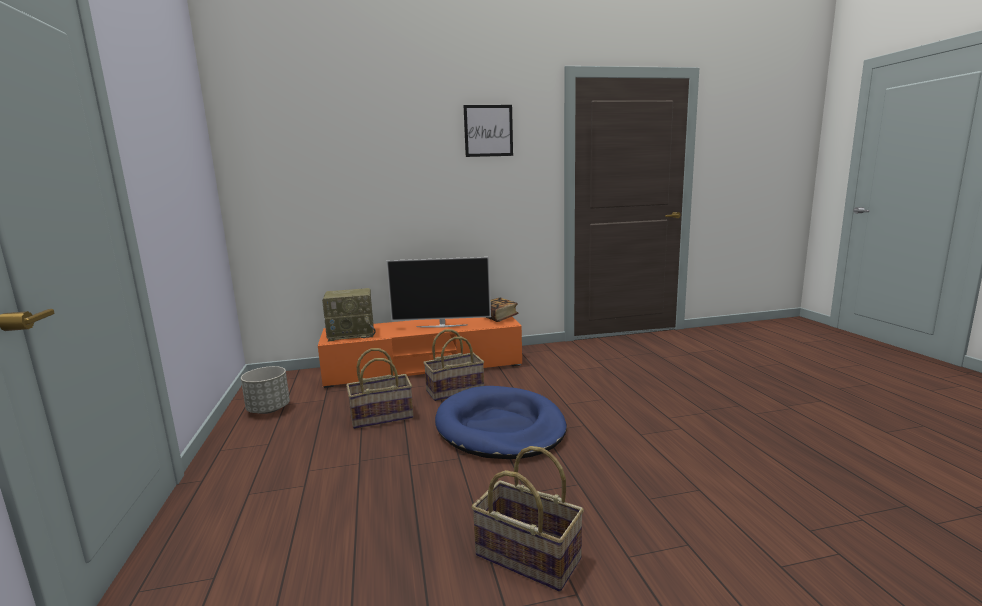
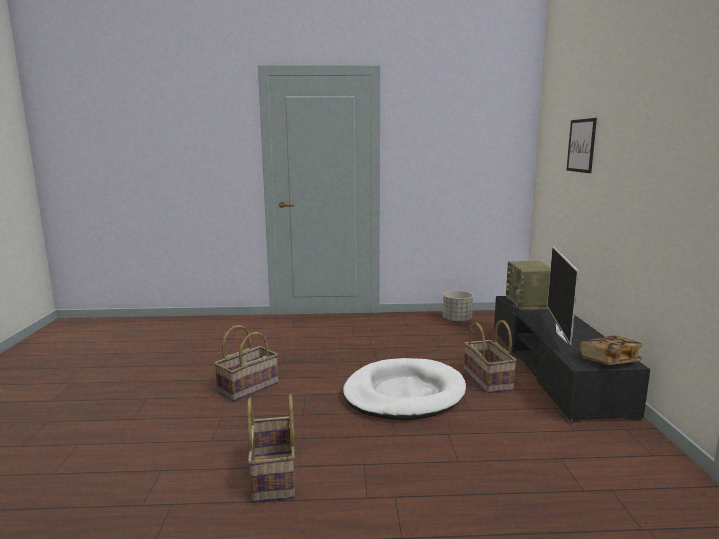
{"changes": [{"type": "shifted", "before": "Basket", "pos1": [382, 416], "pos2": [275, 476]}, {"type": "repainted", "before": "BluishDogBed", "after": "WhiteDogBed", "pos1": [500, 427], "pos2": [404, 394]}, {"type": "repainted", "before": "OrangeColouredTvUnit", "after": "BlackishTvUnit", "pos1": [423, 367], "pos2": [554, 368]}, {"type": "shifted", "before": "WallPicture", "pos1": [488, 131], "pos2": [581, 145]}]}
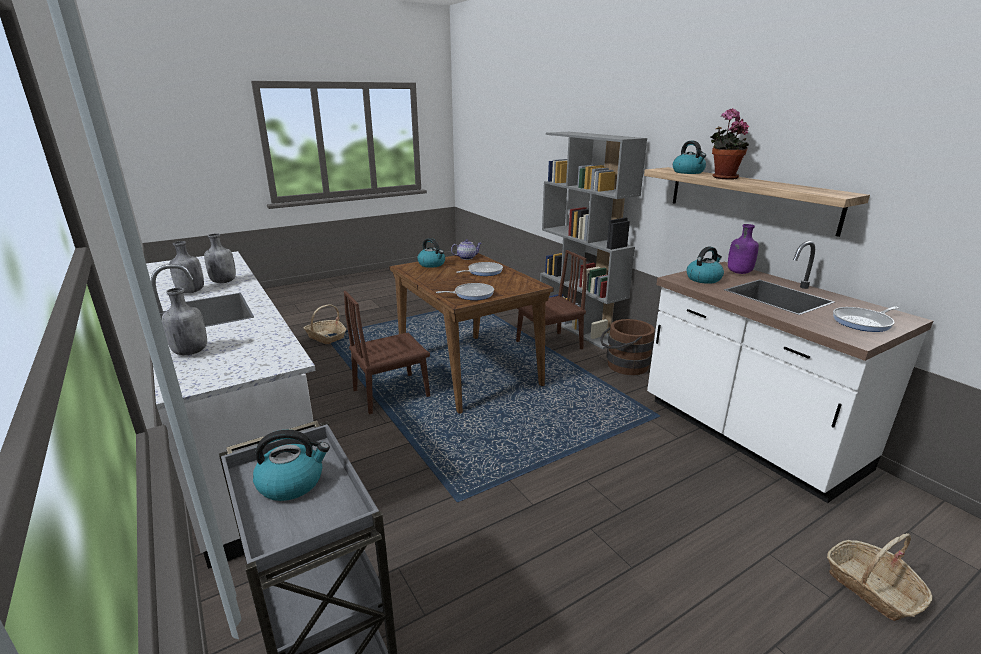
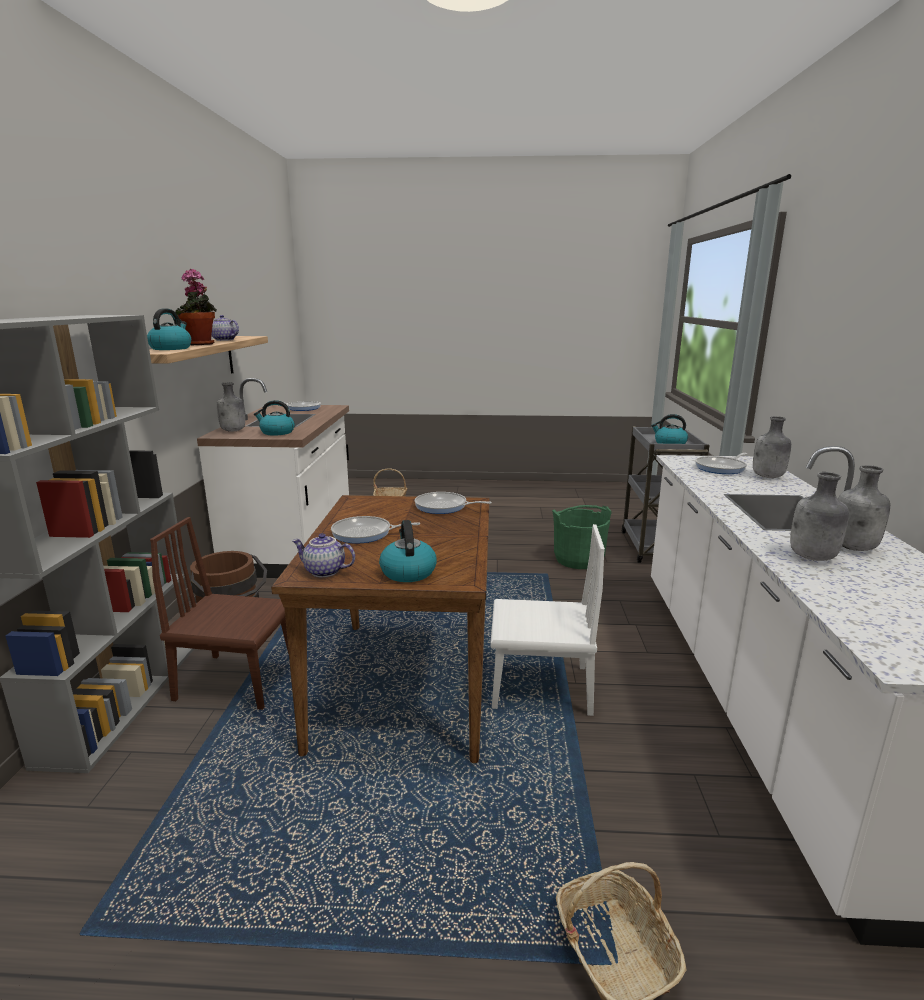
{"changes": [{"type": "new", "after": "TeaPot", "pos2": [224, 340]}, {"type": "repainted", "before": "PurpleDrinkBottle", "after": "GrayDrinkBottle", "pos1": [738, 272], "pos2": [233, 431]}, {"type": "repainted", "before": "BrownishChair", "after": "WhiteChair", "pos1": [391, 393], "pos2": [540, 687]}, {"type": "new", "after": "GreenPail", "pos2": [578, 559]}, {"type": "new", "after": "Pan", "pos2": [722, 468]}]}
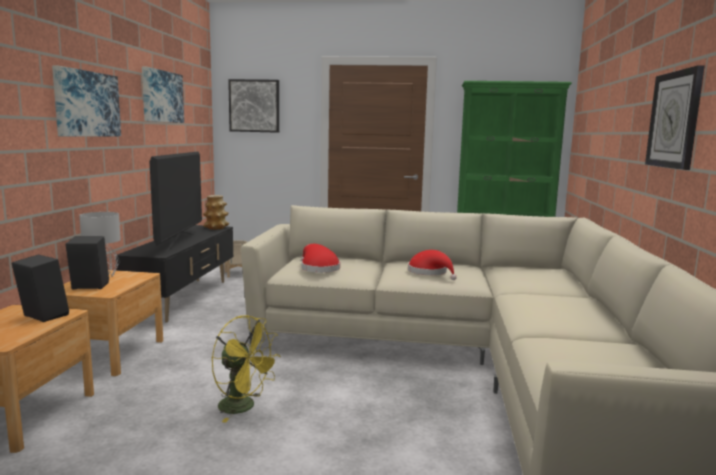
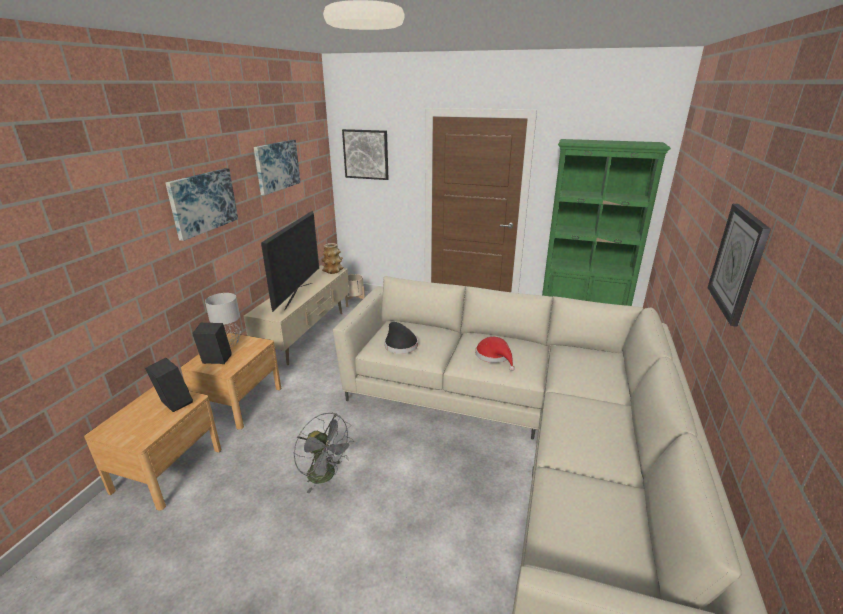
{"changes": [{"type": "repainted", "before": "BlackishTvUnit", "after": "BeigeColouredTvUnit", "pos1": [185, 299], "pos2": [307, 335]}, {"type": "repainted", "before": "YellowFan", "after": "GrayFan", "pos1": [244, 407], "pos2": [326, 476]}, {"type": "repainted", "before": "RedHat", "after": "BlackishHat", "pos1": [318, 268], "pos2": [399, 344]}]}
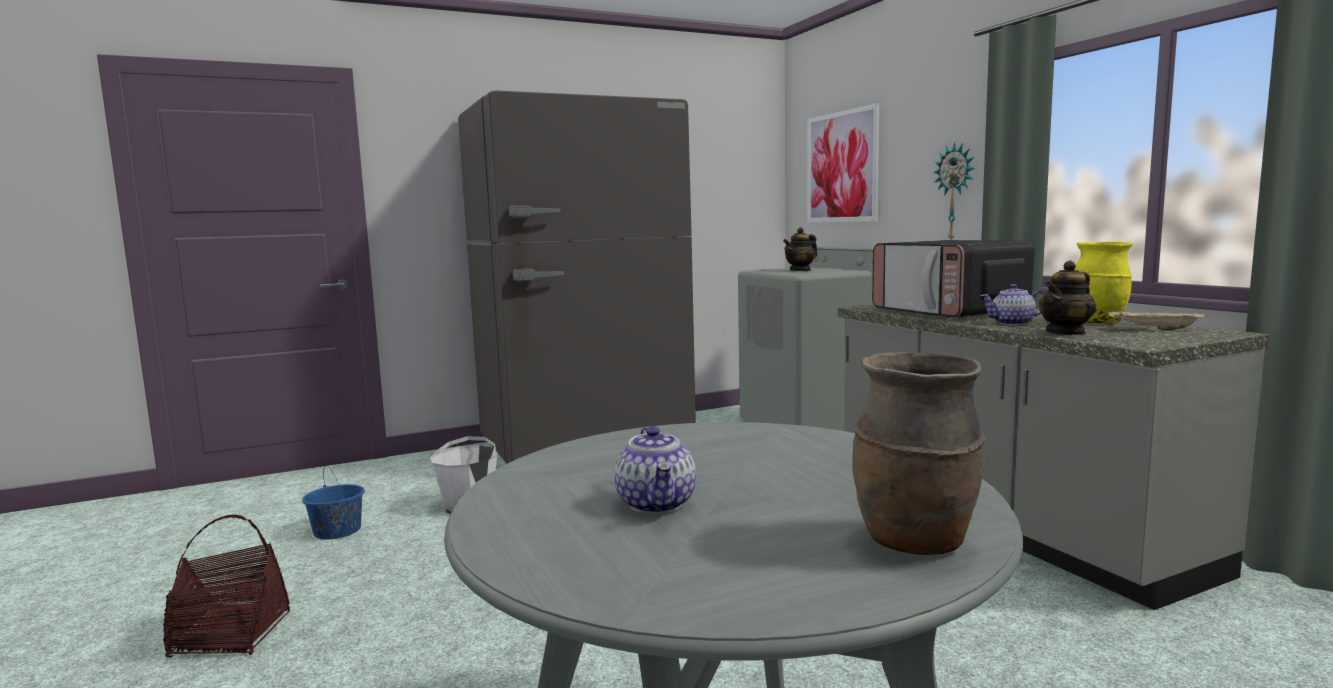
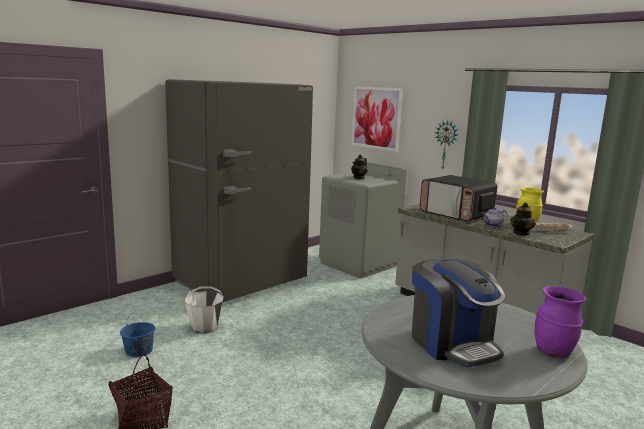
{"changes": [{"type": "swapped", "before": "TeaPot", "after": "CoffeeMachine", "pos1": [657, 504], "pos2": [452, 343]}, {"type": "repainted", "before": "BrownishDecorativeVase", "after": "PurpleDecorativeVase", "pos1": [916, 542], "pos2": [554, 352]}]}
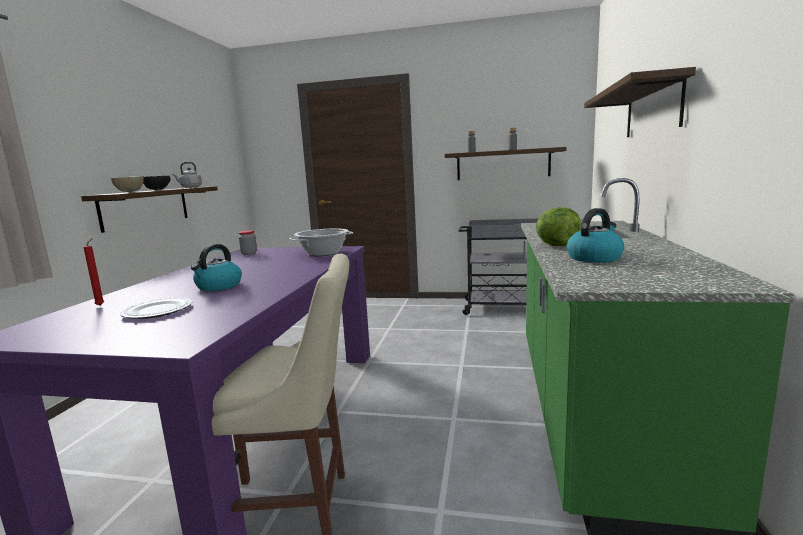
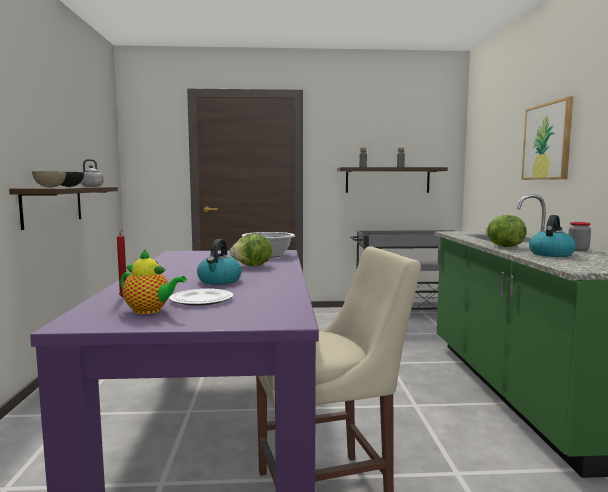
{"changes": [{"type": "new", "after": "TeaPot", "pos2": [150, 311]}, {"type": "new", "after": "HeadOfLettuce", "pos2": [252, 266]}, {"type": "swapped", "before": "BracketShelf", "after": "WallPicture", "pos1": [652, 109], "pos2": [547, 141]}, {"type": "shifted", "before": "Jar", "pos1": [249, 253], "pos2": [578, 250]}]}
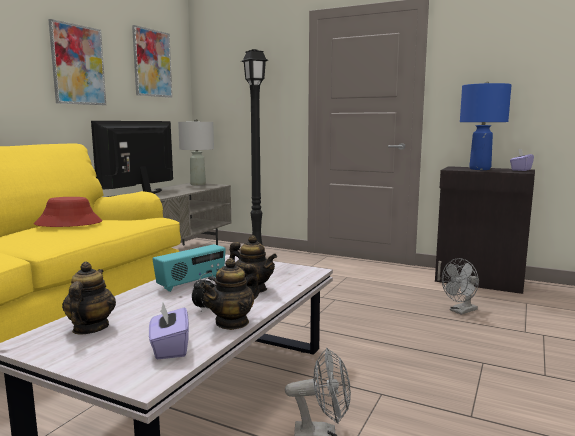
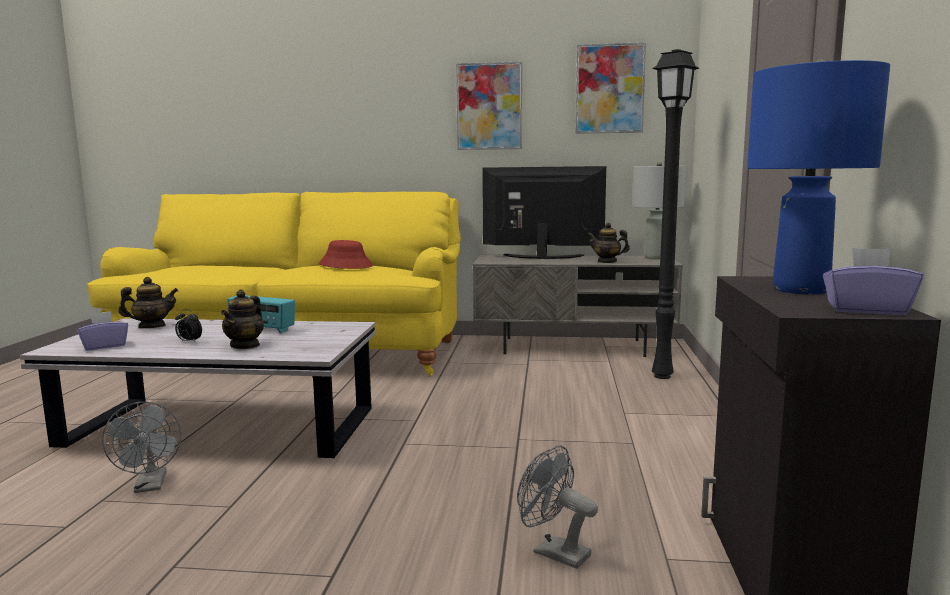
{"changes": [{"type": "shifted", "before": "TeaPot", "pos1": [232, 322], "pos2": [607, 261]}]}
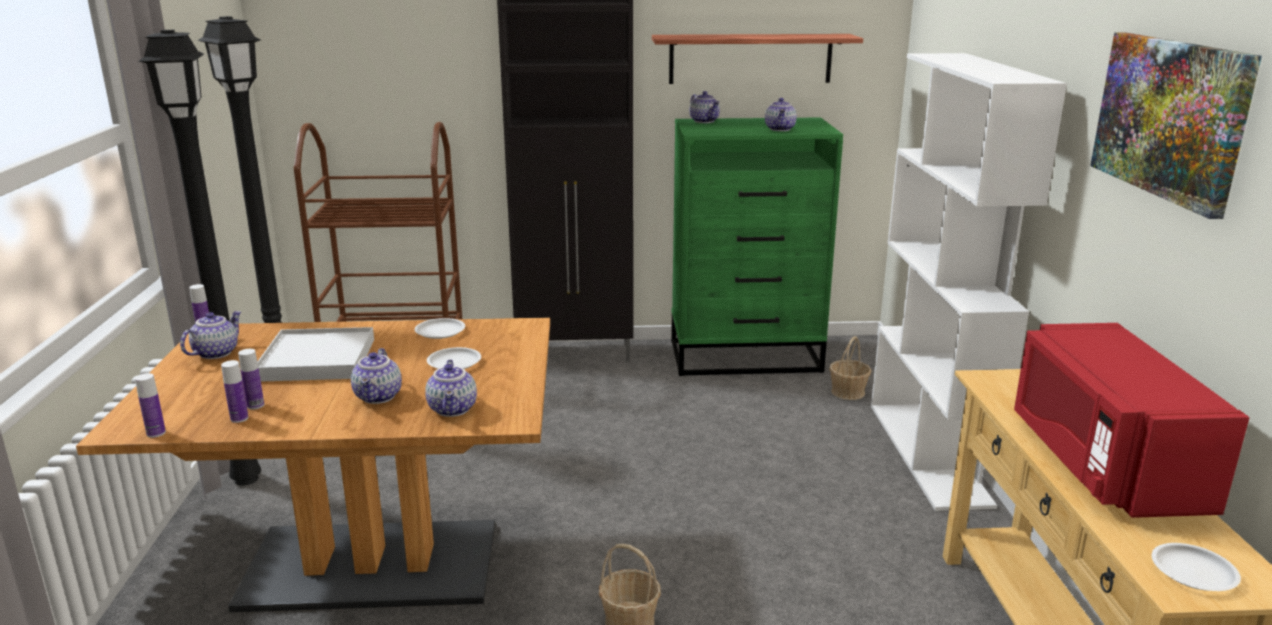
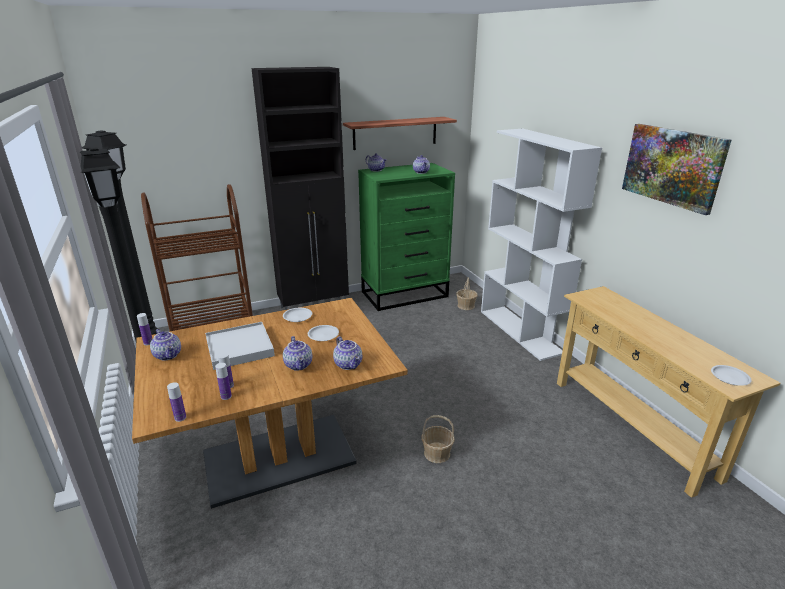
{"changes": [{"type": "rotated", "before": "TeaPot", "pos1": [215, 353], "pos2": [168, 355], "turn": 135}, {"type": "gone", "before": "RedMicrowaveOven", "pos1": [1103, 462]}]}
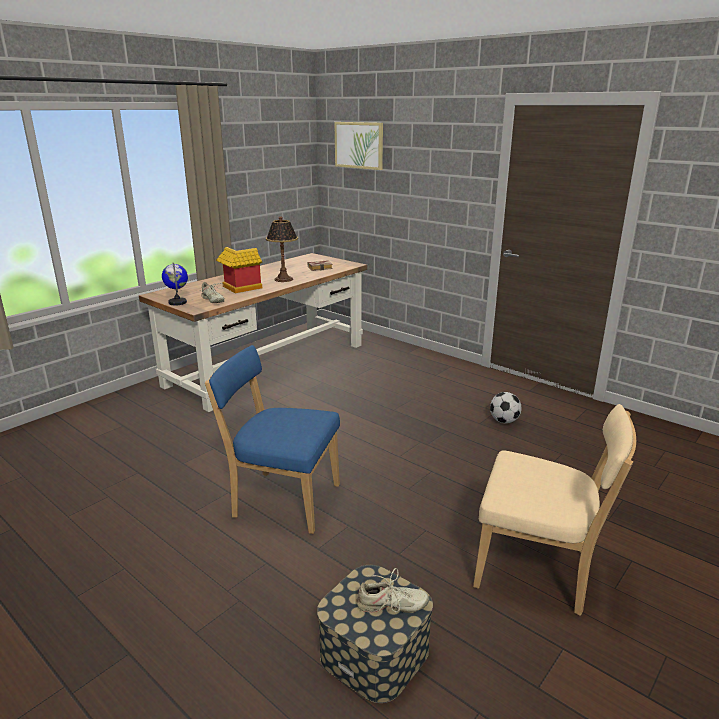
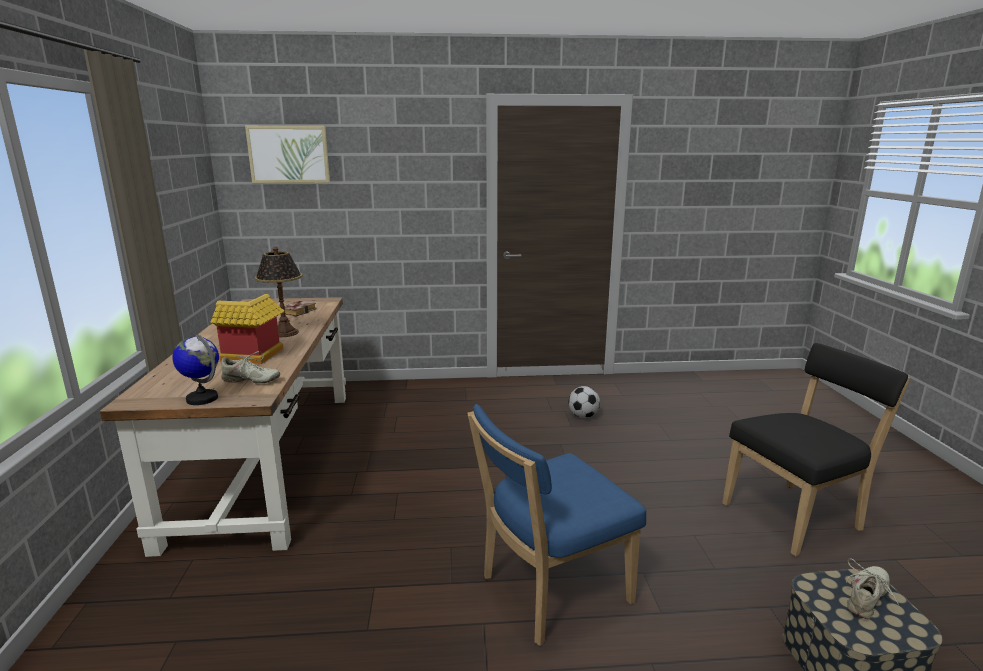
{"changes": [{"type": "repainted", "before": "BeigeColouredChair", "after": "BlackishChair", "pos1": [538, 571], "pos2": [796, 516]}]}
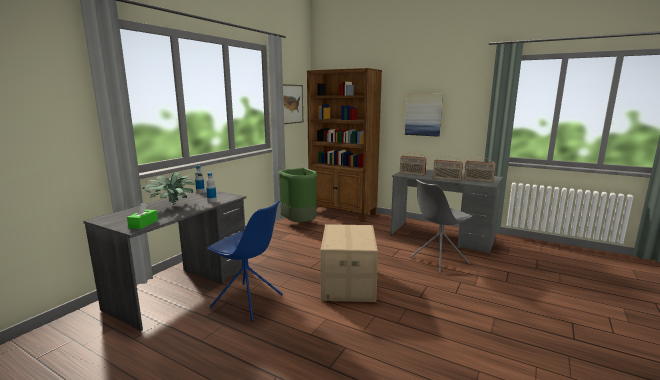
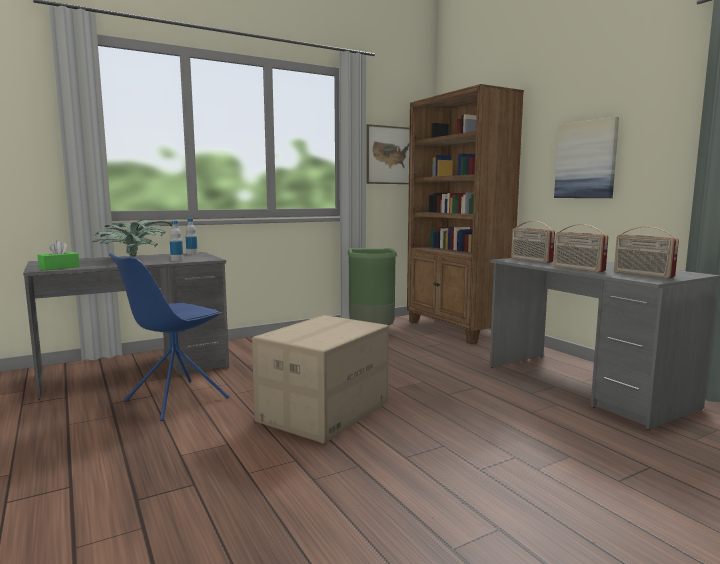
{"changes": [{"type": "rotated", "before": "BluishChair", "pos1": [248, 301], "pos2": [175, 400], "turn": 75}, {"type": "gone", "before": "GrayChair", "pos1": [438, 261]}]}
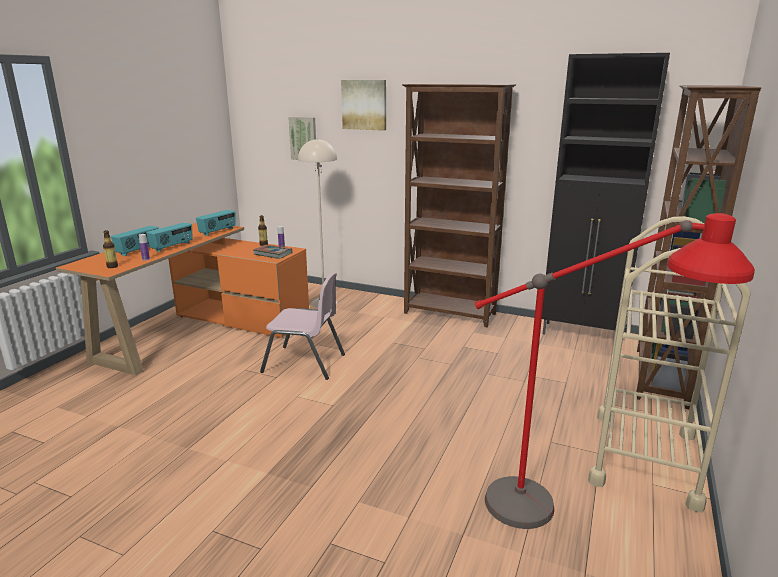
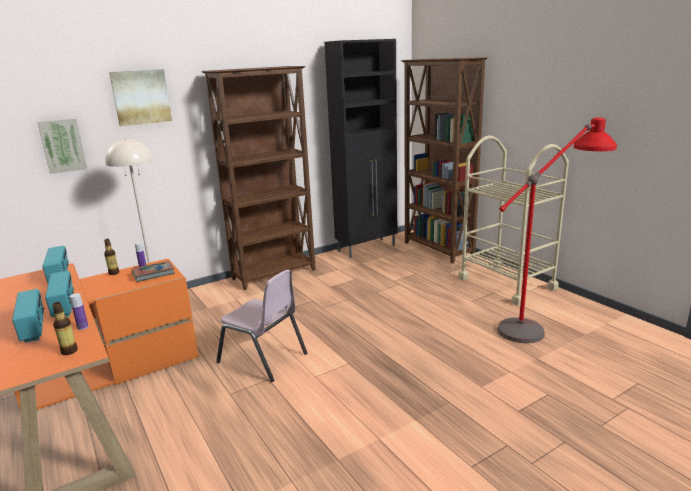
{"changes": [{"type": "rotated", "before": "PinkChair", "pos1": [304, 363], "pos2": [263, 358], "turn": 75}]}
